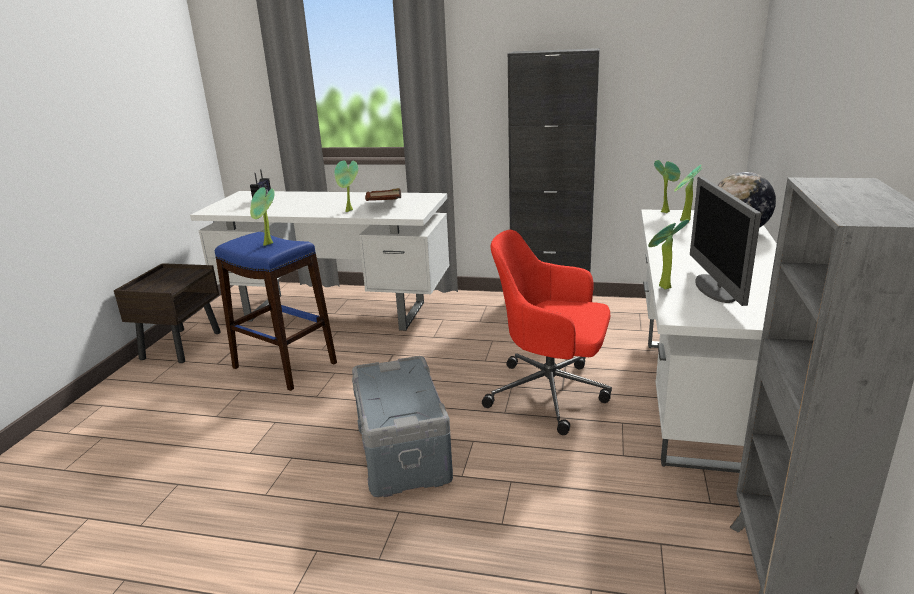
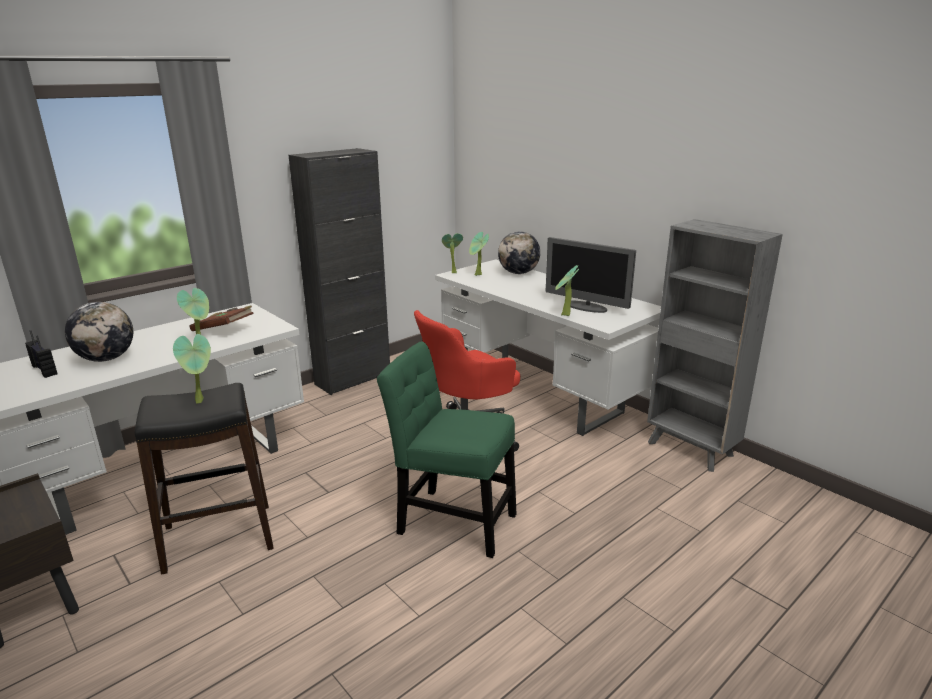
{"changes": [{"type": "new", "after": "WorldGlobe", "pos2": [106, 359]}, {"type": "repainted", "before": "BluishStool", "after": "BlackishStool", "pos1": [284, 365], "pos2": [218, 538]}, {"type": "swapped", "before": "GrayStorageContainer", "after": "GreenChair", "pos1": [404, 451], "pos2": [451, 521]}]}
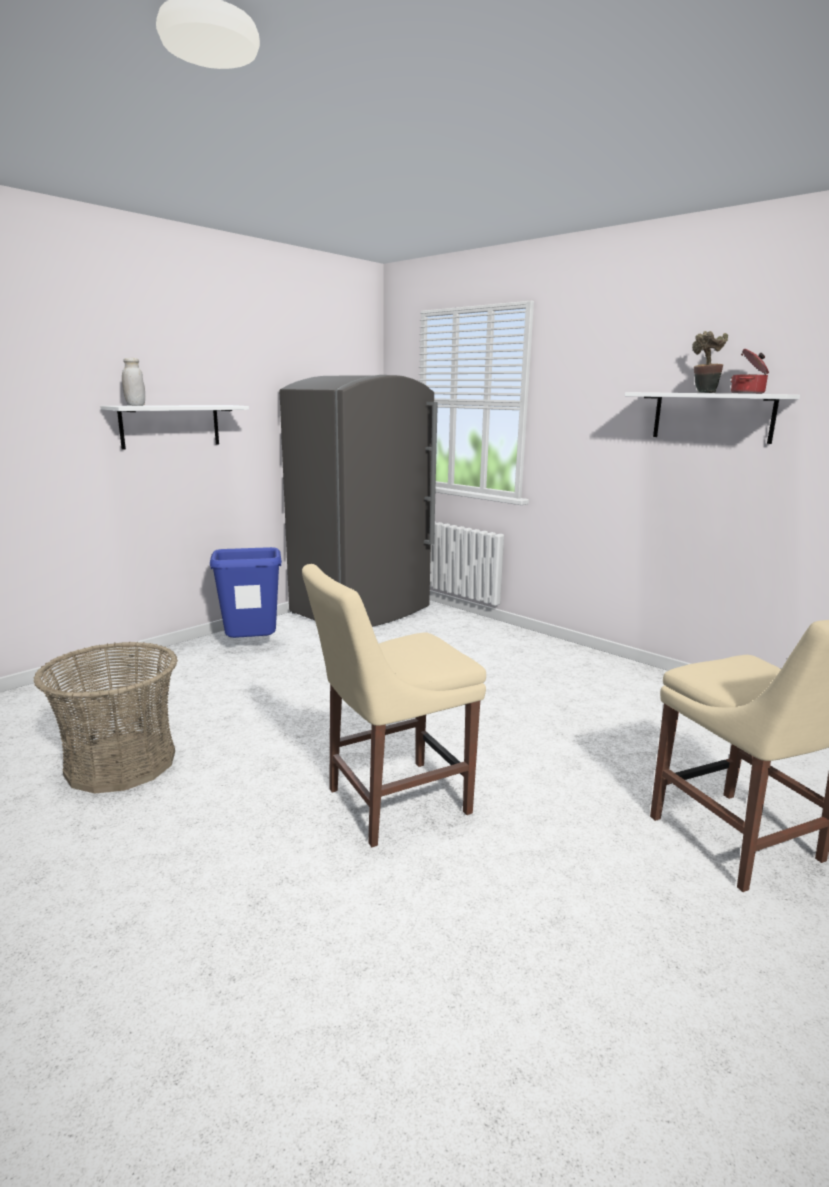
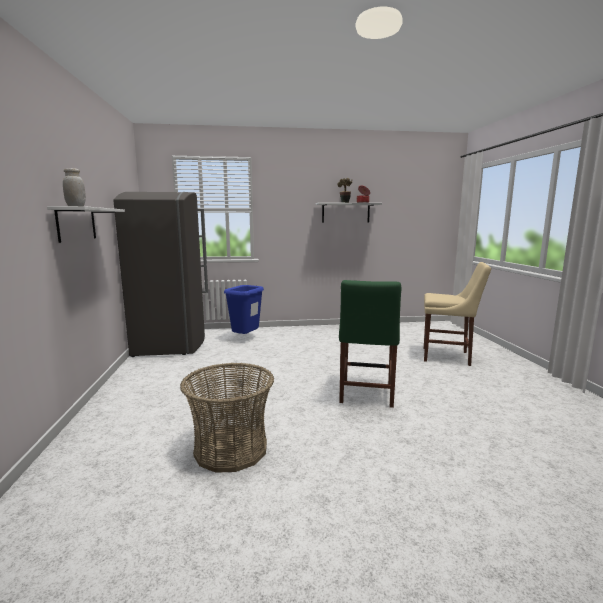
{"changes": [{"type": "shifted", "before": "BluishRubbishBin", "pos1": [252, 647], "pos2": [245, 338]}, {"type": "repainted", "before": "BeigeColouredChair", "after": "GreenChair", "pos1": [391, 802], "pos2": [366, 394]}]}
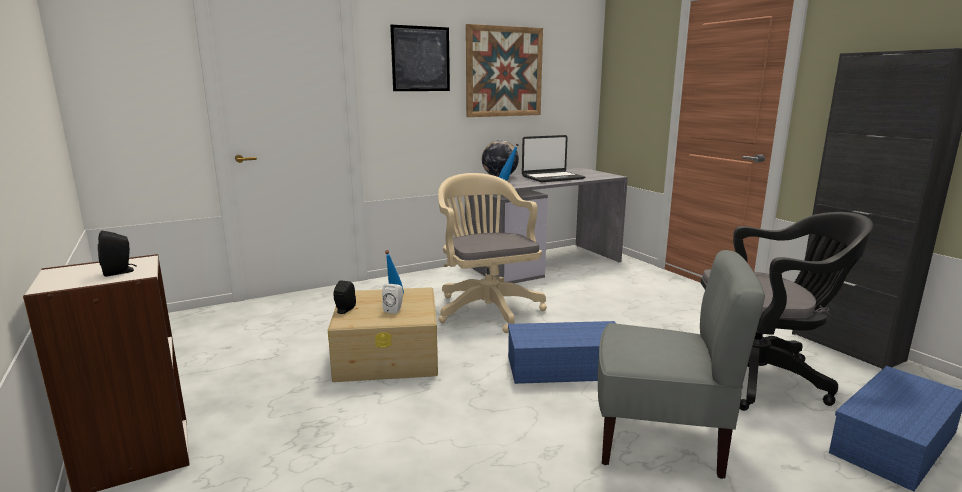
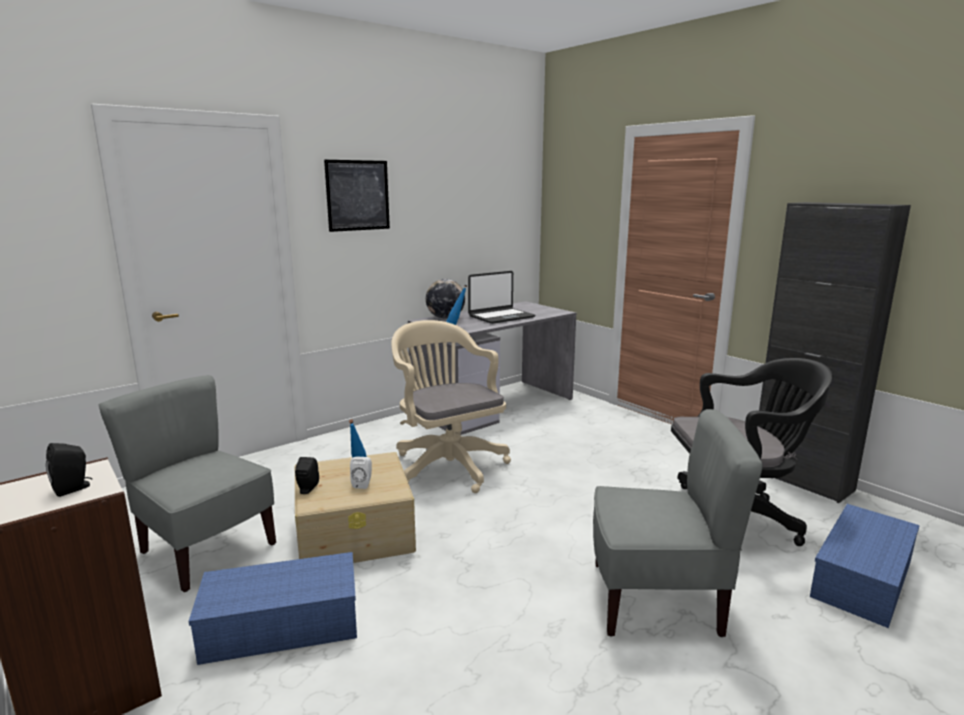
{"changes": [{"type": "new", "after": "GrayChair", "pos2": [206, 550]}, {"type": "shifted", "before": "BluishStorageContainer", "pos1": [567, 367], "pos2": [284, 623]}, {"type": "gone", "before": "WallPicture", "pos1": [504, 72]}]}
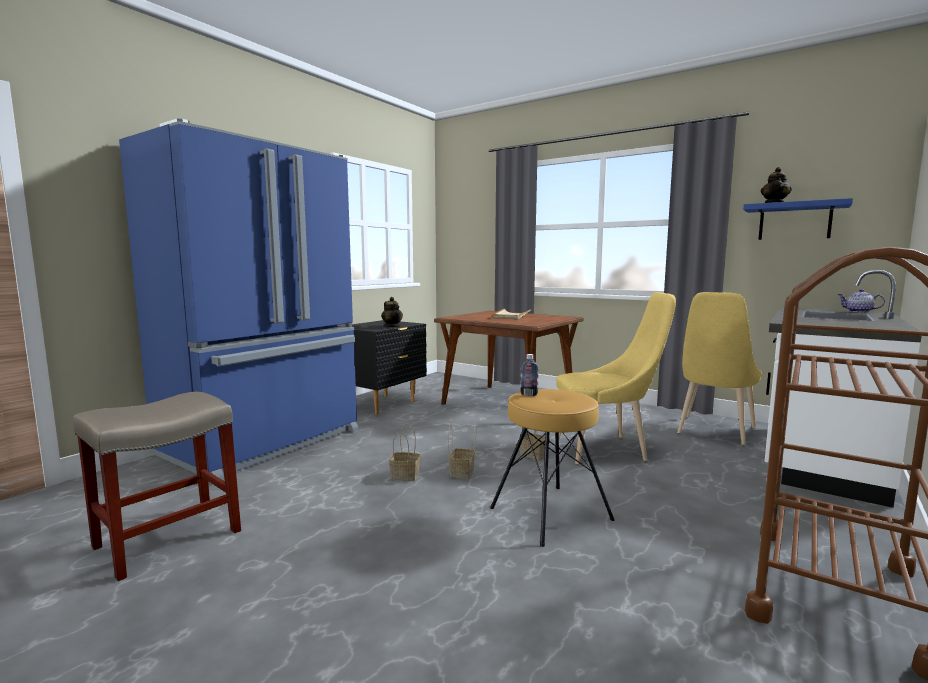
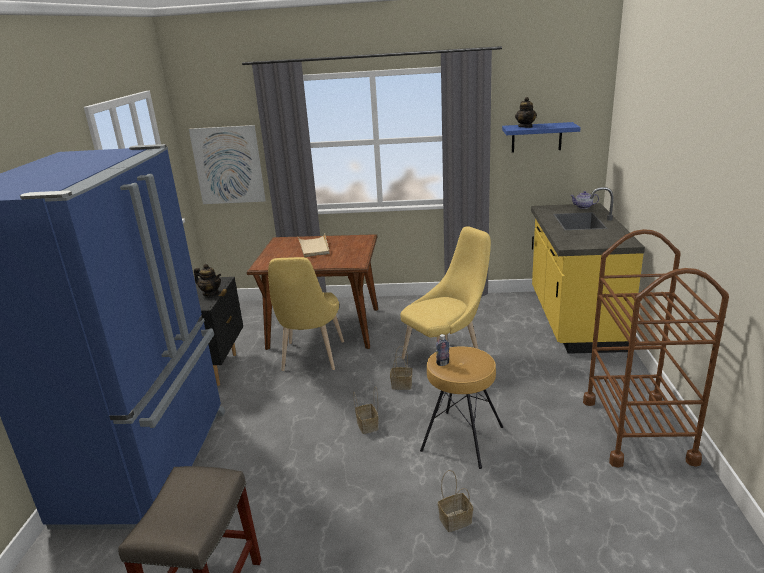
{"changes": [{"type": "new", "after": "WallPicture", "pos2": [228, 165]}, {"type": "shifted", "before": "YellowChair", "pos1": [713, 432], "pos2": [311, 359]}, {"type": "shifted", "before": "Basket", "pos1": [404, 476], "pos2": [454, 521]}, {"type": "repainted", "before": "WhiteCounter", "after": "YellowCounter", "pos1": [819, 458], "pos2": [573, 320]}]}
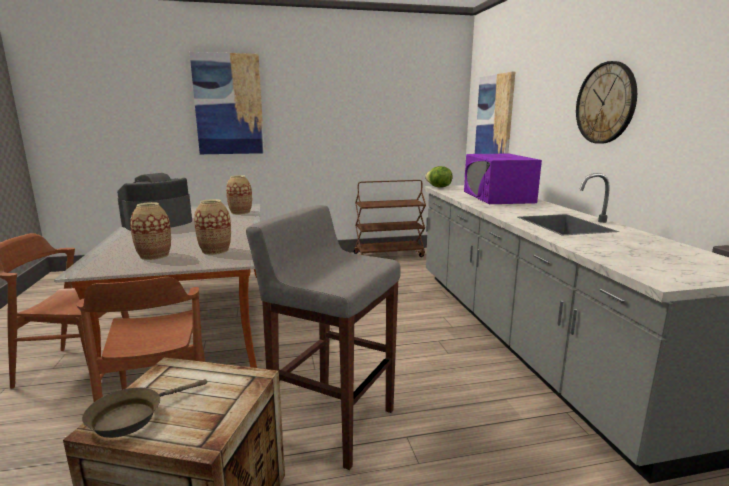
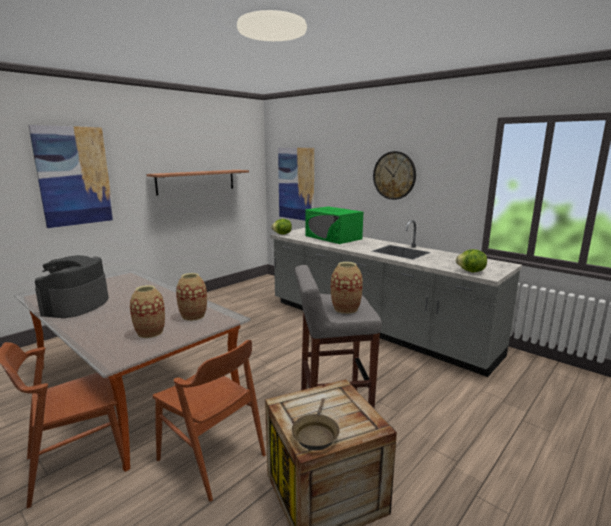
{"changes": [{"type": "new", "after": "BracketShelf", "pos2": [196, 181]}, {"type": "repainted", "before": "PurpleMicrowaveOven", "after": "GreenMicrowaveOven", "pos1": [498, 197], "pos2": [333, 237]}, {"type": "shifted", "before": "DecorativeVase", "pos1": [240, 212], "pos2": [346, 309]}, {"type": "new", "after": "HeadOfLettuce", "pos2": [471, 271]}, {"type": "gone", "before": "BrownishCart", "pos1": [389, 254]}]}
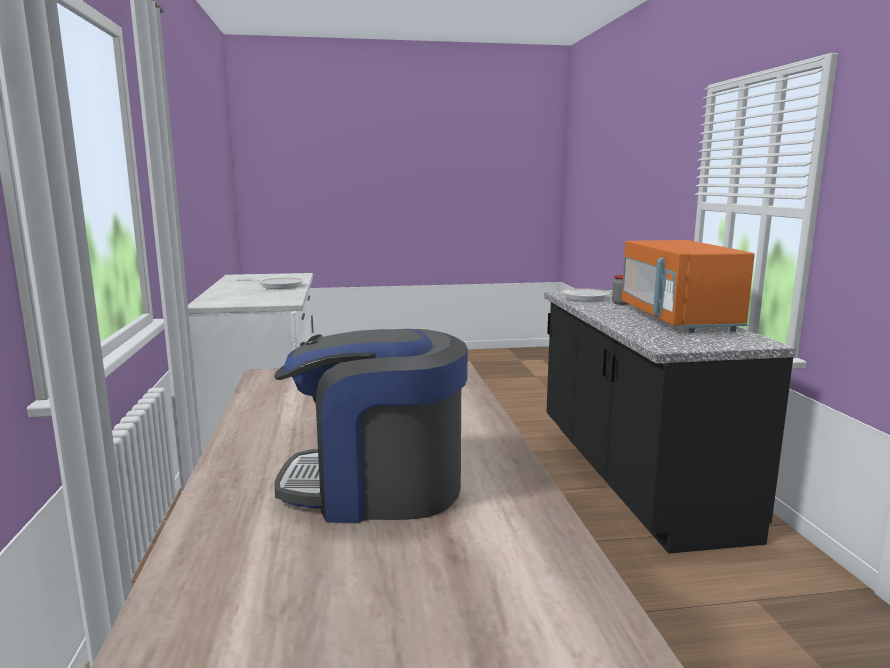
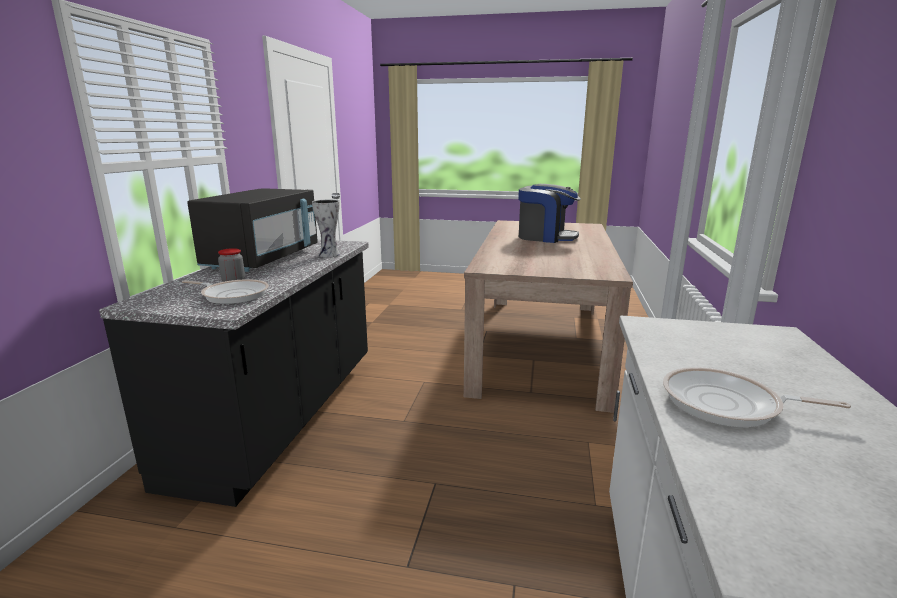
{"changes": [{"type": "repainted", "before": "OrangeColouredMicrowaveOven", "after": "BlackishMicrowaveOven", "pos1": [677, 319], "pos2": [264, 259]}, {"type": "new", "after": "DecorativeVase", "pos2": [330, 255]}]}
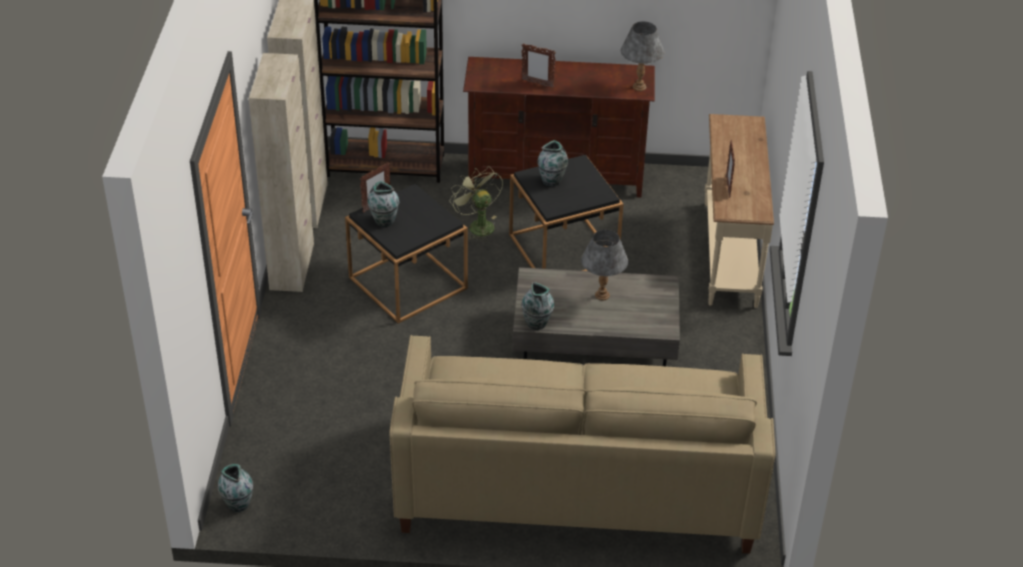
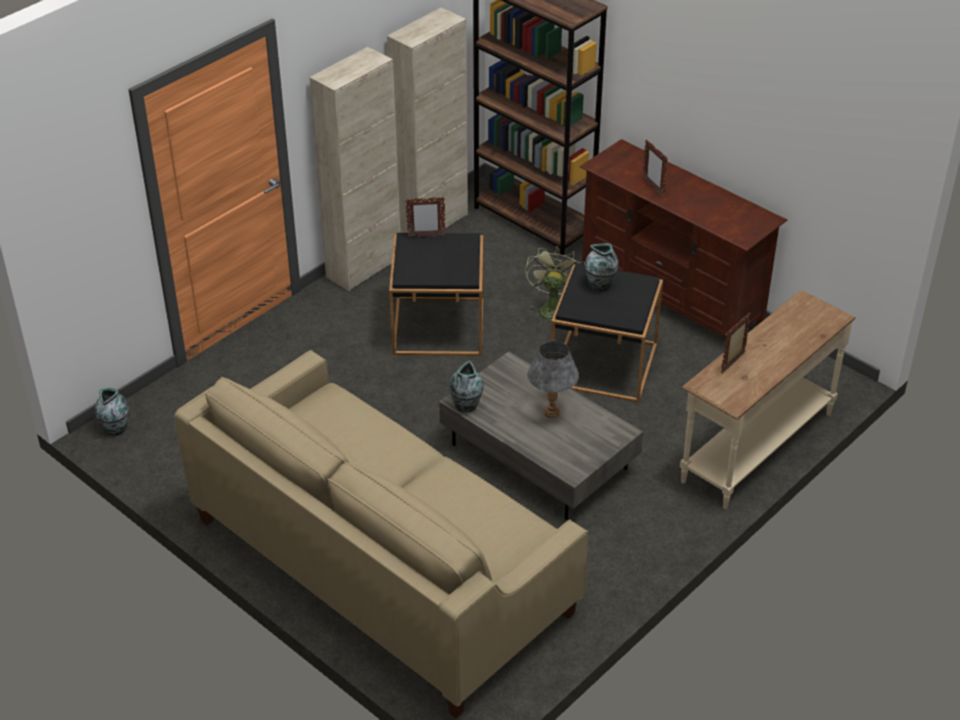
{"changes": [{"type": "gone", "before": "DecorativeVase", "pos1": [384, 220]}, {"type": "gone", "before": "GrayTableLamp", "pos1": [639, 87]}]}
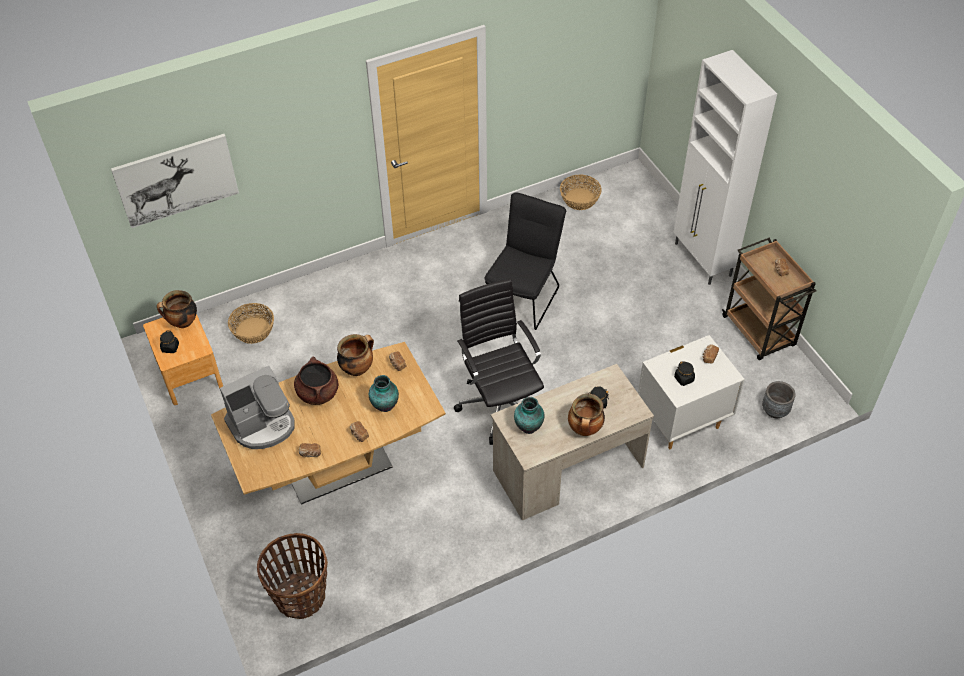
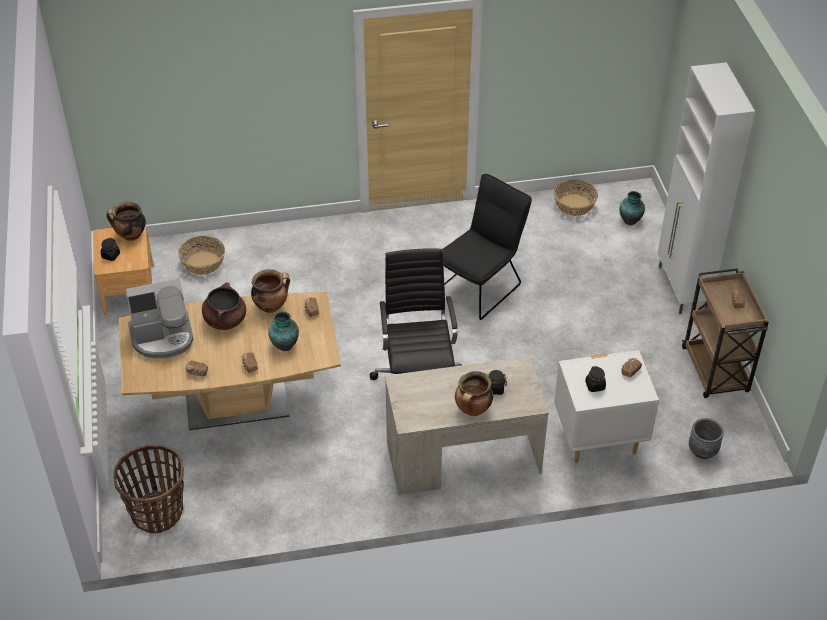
{"changes": [{"type": "shifted", "before": "DecorativeVase", "pos1": [529, 426], "pos2": [630, 220]}, {"type": "gone", "before": "WallPicture", "pos1": [176, 180]}]}
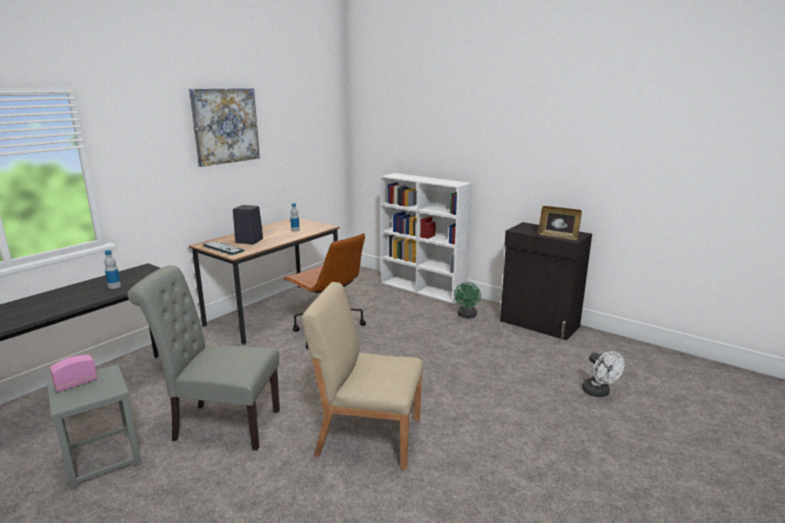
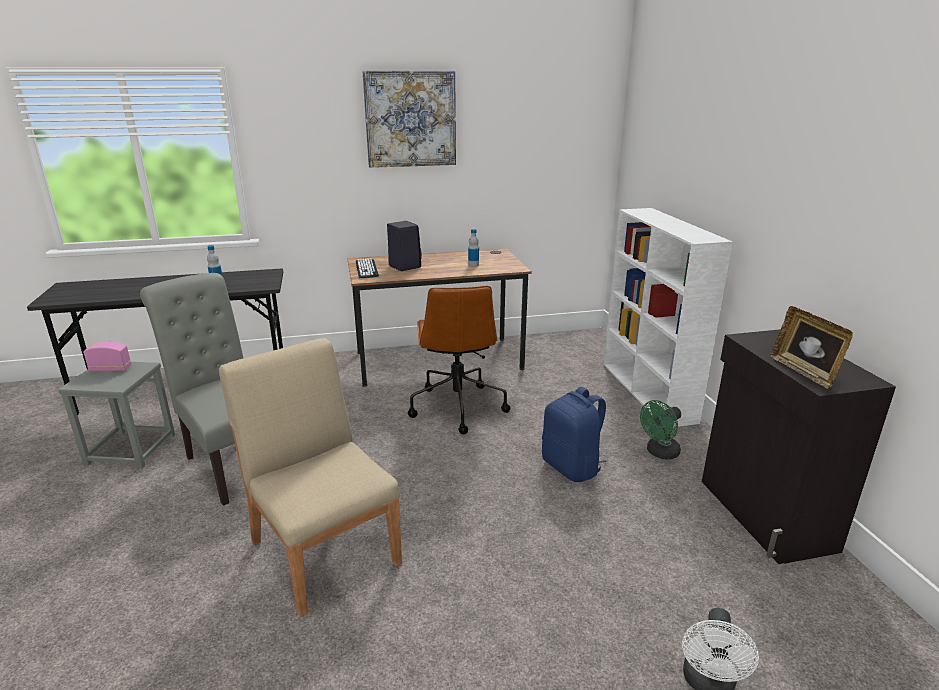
{"changes": [{"type": "new", "after": "BluishKnapsack", "pos2": [572, 467]}]}
